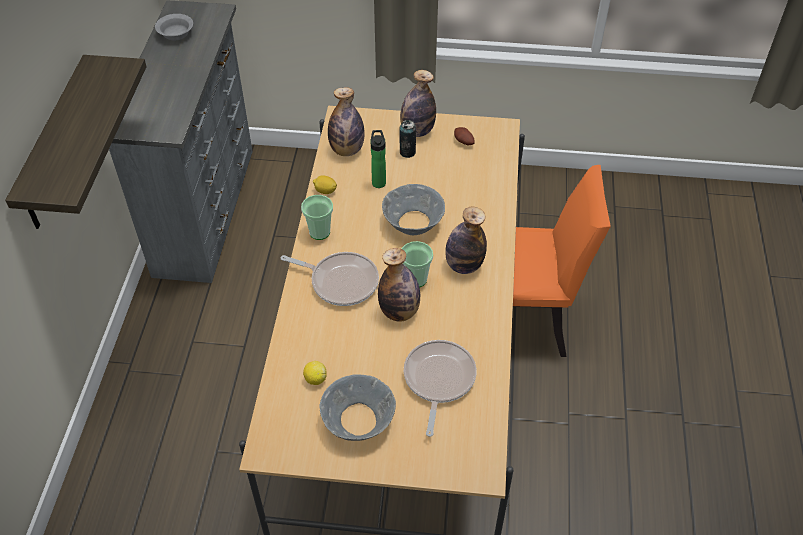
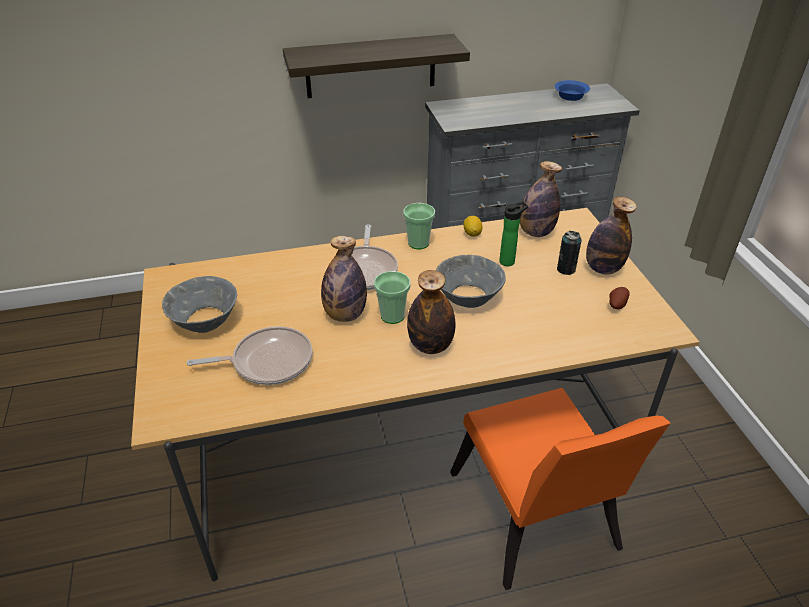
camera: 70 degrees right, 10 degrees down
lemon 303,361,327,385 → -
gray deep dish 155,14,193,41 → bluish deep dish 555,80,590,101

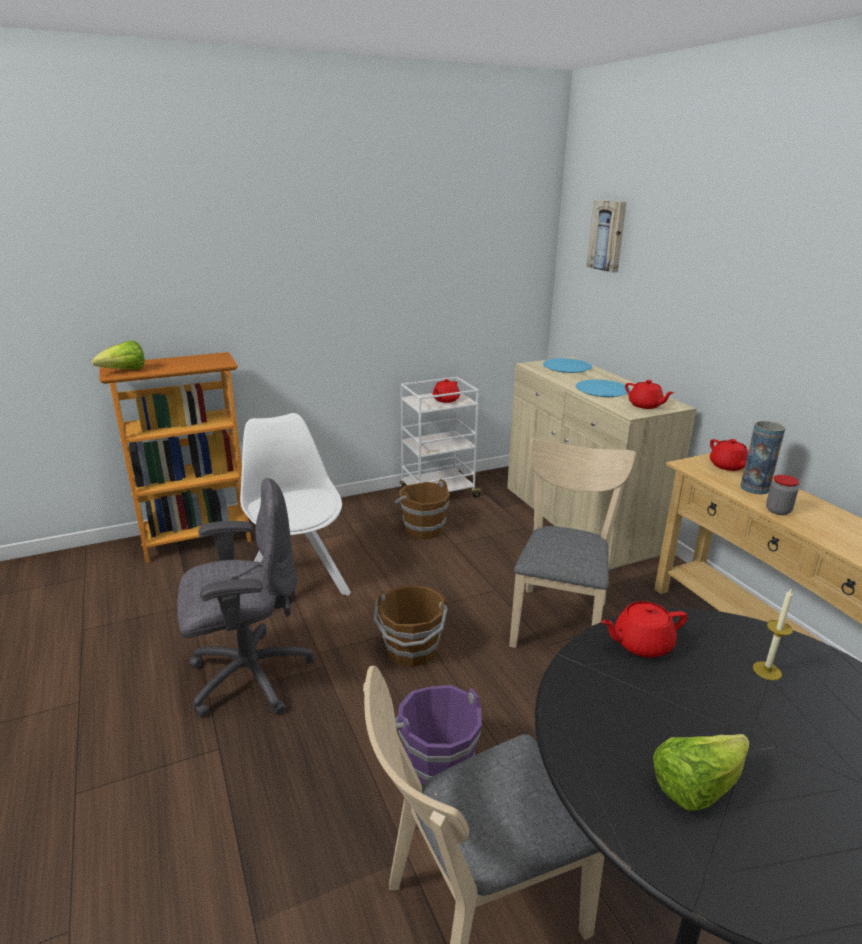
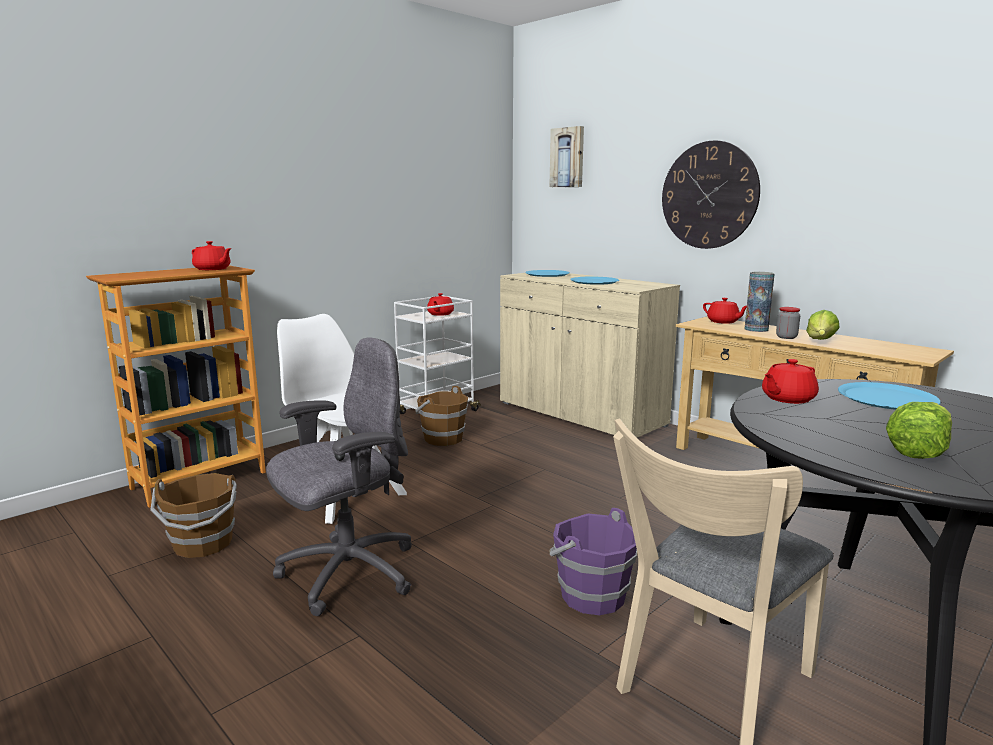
camera: 20 degrees left, 10 degrees down
beige upright chair 509,438,636,648 → -
- → hanging clock 662,140,760,249
lettuce head 92,341,145,370 → lettuce head 806,310,840,340, relocated
brown pail 373,586,448,667 → brown pail 150,473,237,558, relocated
red-coloured pot for tea 625,380,674,409 → red-coloured pot for tea 192,241,232,270, relocated
candle 753,589,793,680 → bluish plate 838,382,941,410

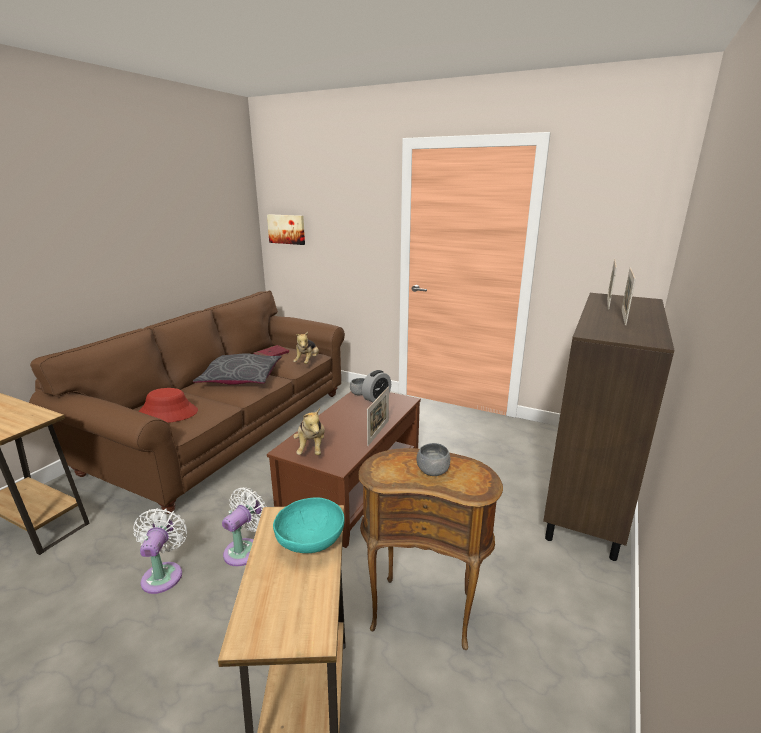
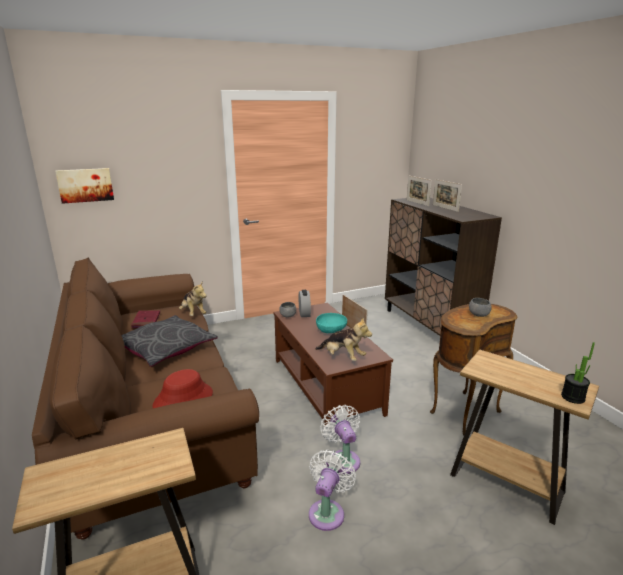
camera: 50 degrees left, 0 degrees up
- → potted plant 561,342,595,404
turquoise-coloured deep dish 273,497,345,553 → turquoise-coloured deep dish 316,313,347,333, relocated
white-coloured electric fan 133,508,187,594 → white-coloured electric fan 309,450,356,531, 75 degrees clockwise

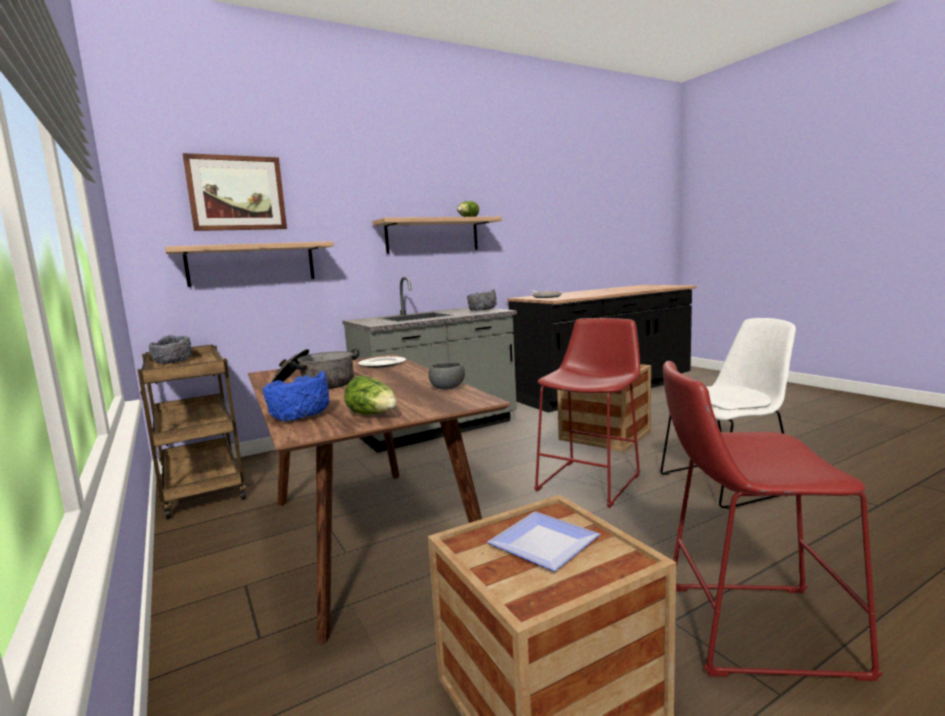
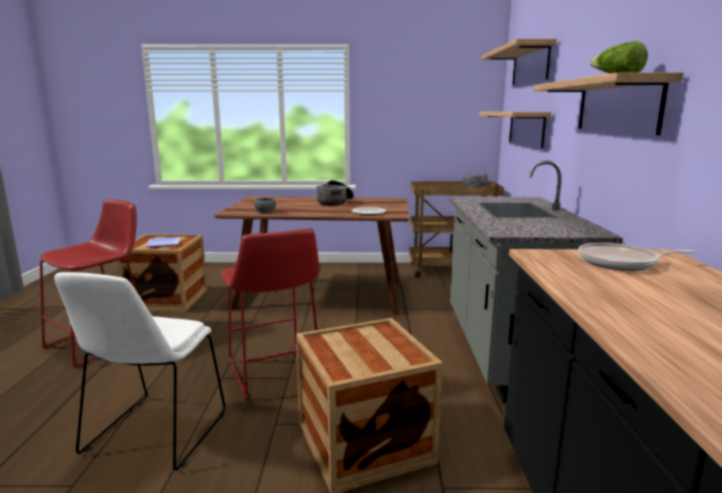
camera: 120 degrees right, 5 degrees up
bluish deep dish 263,371,330,422 → -
lettuce head 344,375,397,415 → -
gray deep dish 467,289,497,311 → -
picture 183,153,287,231 → wall shelf 482,39,557,85

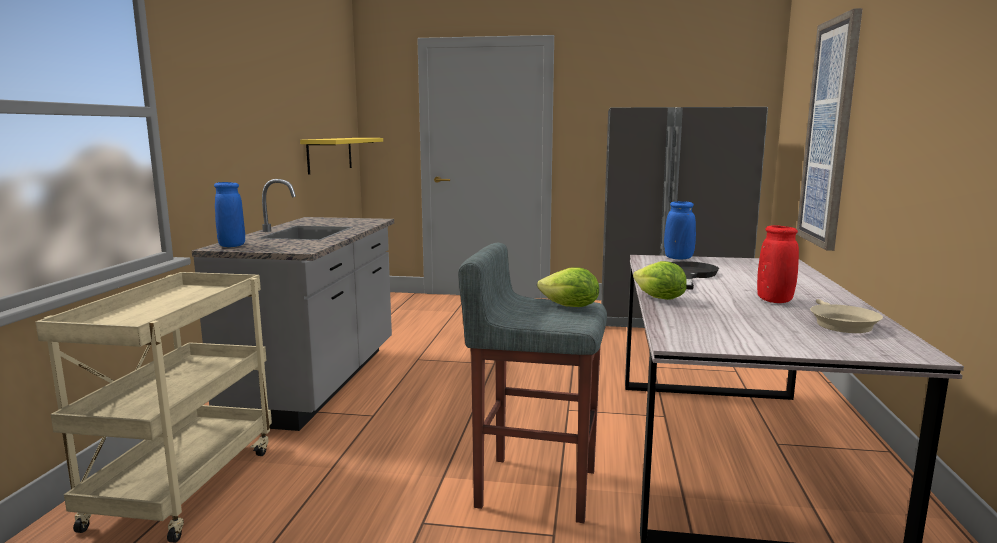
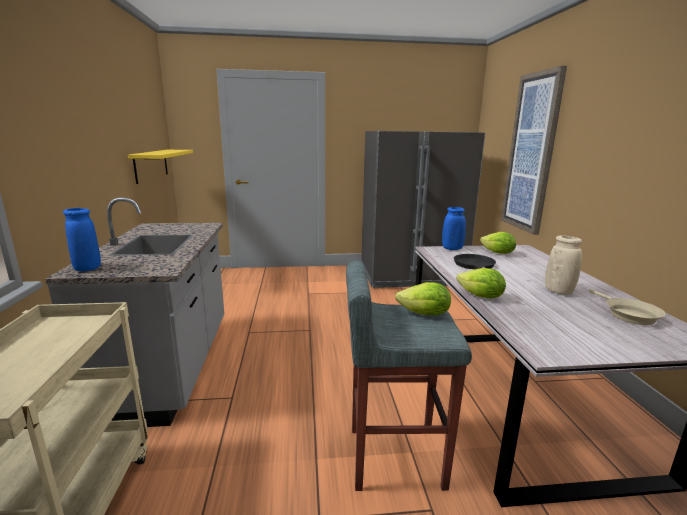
camera: 15 degrees left, 5 degrees up
- → lettuce head 480,232,516,254
red-coloured flower vase 757,225,799,303 → beige flower vase 545,235,582,295

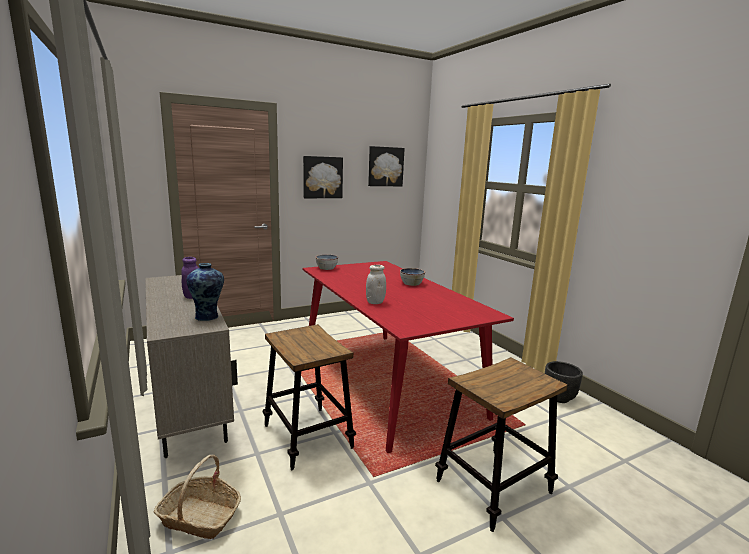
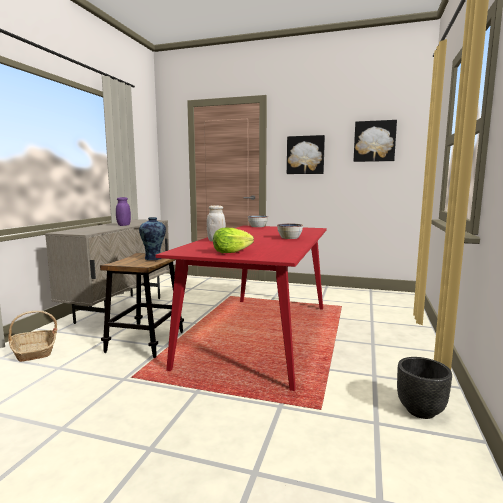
camera: 45 degrees right, 5 degrees down
stool 435,357,568,532 → -
- → lettuce head 213,228,254,253
flower vase 186,263,224,321 → flower vase 139,217,166,260, relocated

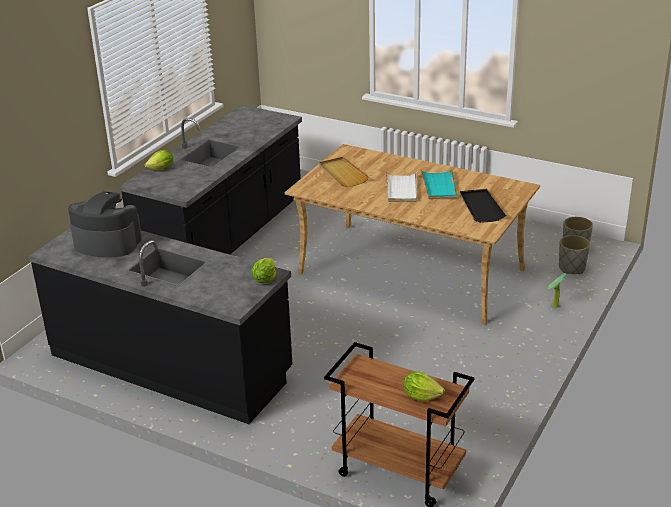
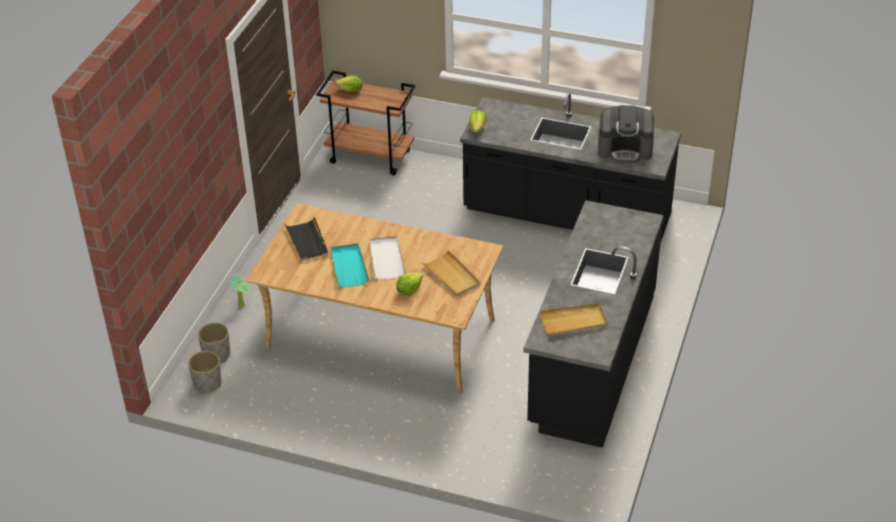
camera: 170 degrees right, 10 degrees up
- → beige tray 540,303,608,335
lettuce head 144,150,173,170 → lettuce head 396,273,423,295, relocated

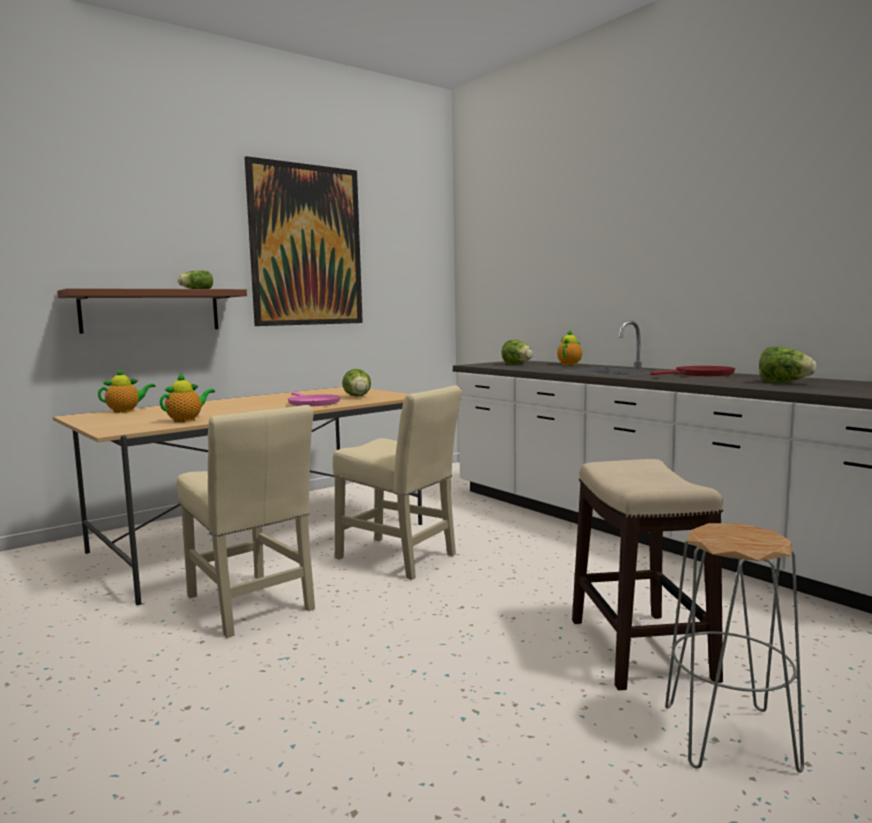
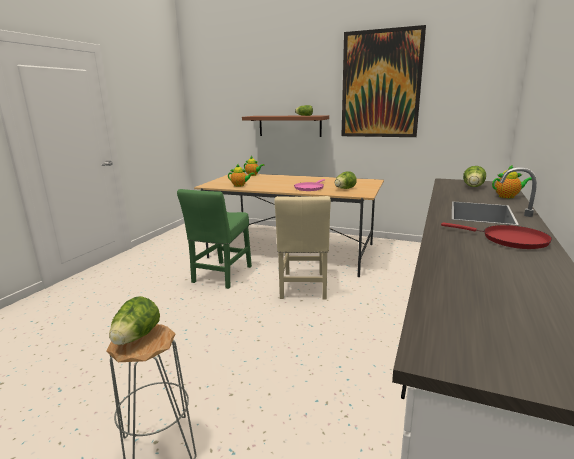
camera: 60 degrees right, 10 degrees up
stool 572,459,723,690 → -
lettuce head 759,347,816,383 → lettuce head 109,297,160,345, relocated
beige upright chair 177,405,315,638 → greenish upright chair 177,189,252,289

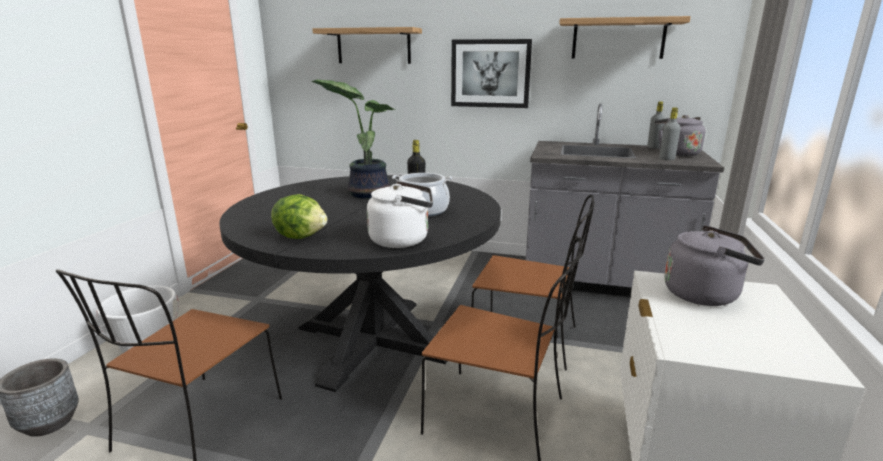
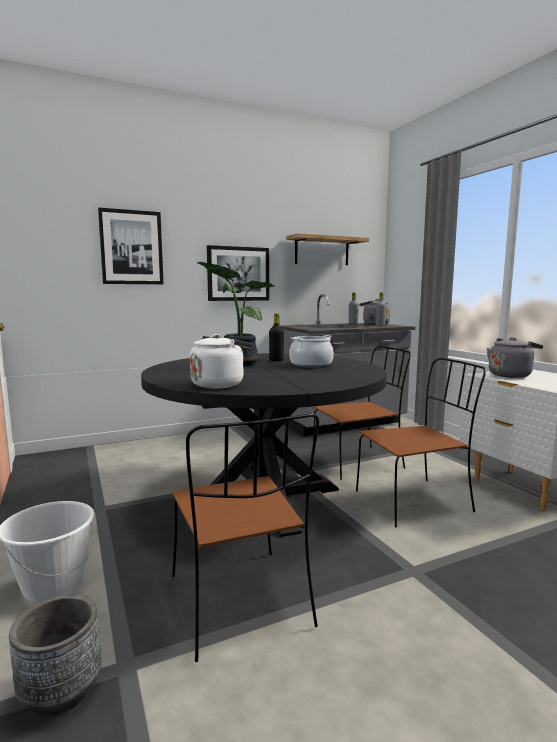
camera: 40 degrees left, 10 degrees down
lettuce head 271,194,327,239 → -
white-coloured water kettle 367,181,433,248 → white-coloured water kettle 190,334,254,389, relocated
wall shelf 312,27,422,64 → picture 98,207,164,284

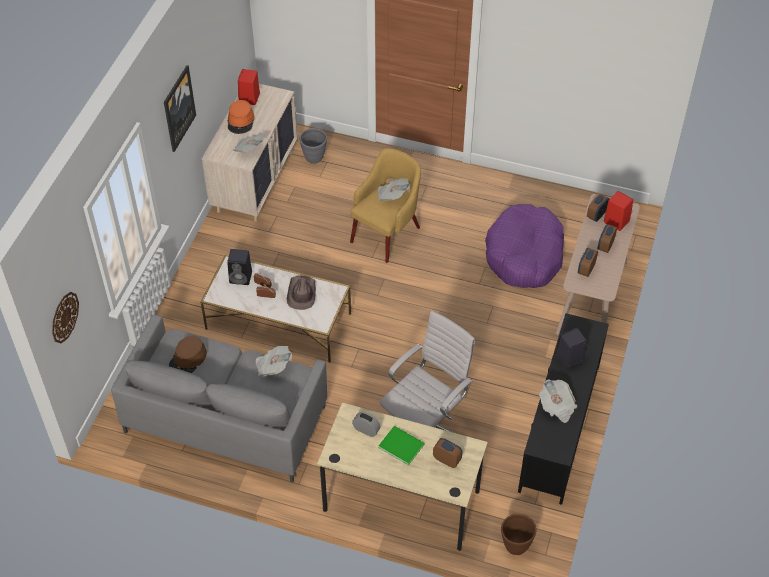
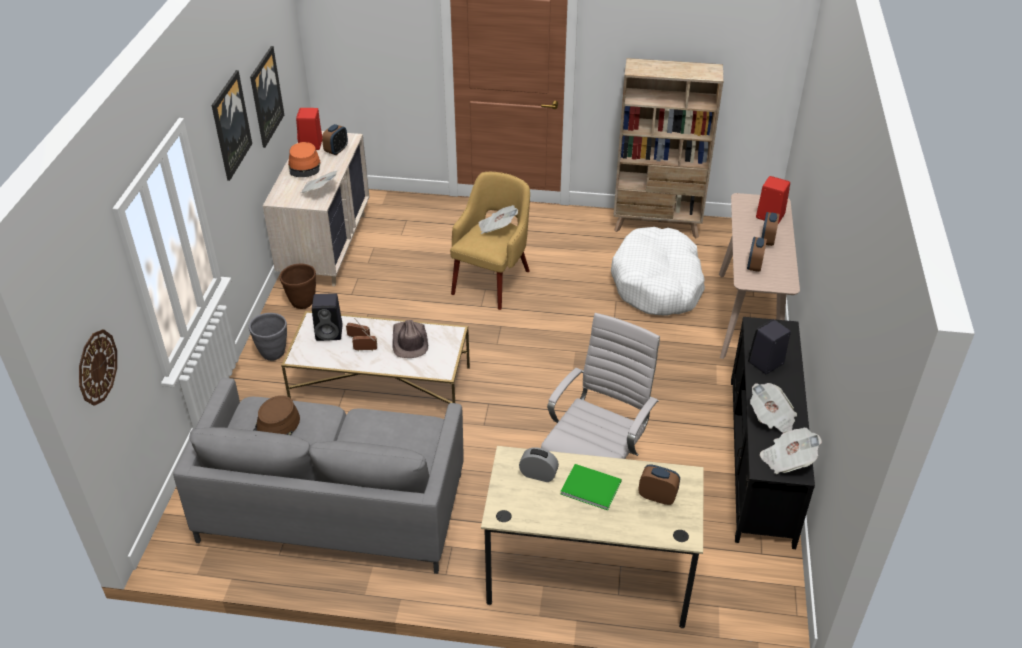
camera: 10 degrees left, 10 degrees down
- → picture 250,46,284,148
- → beige shelving unit 613,58,723,238
daily paper 256,346,292,376 → daily paper 760,428,822,474, relocated
gray plant pot 300,128,327,164 → gray plant pot 249,313,287,361, relocated
brown plant pot 501,514,537,555 → brown plant pot 280,264,316,309, relocated
alarm clock 587,194,609,222 → alarm clock 322,124,348,155, relocated
purple-coloured dog bed 485,204,564,288 → white-coloured dog bed 611,227,705,316

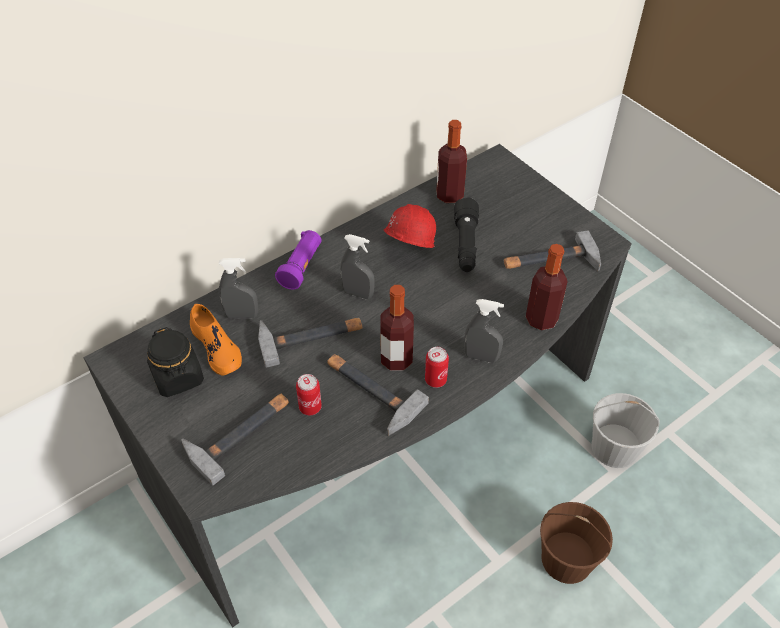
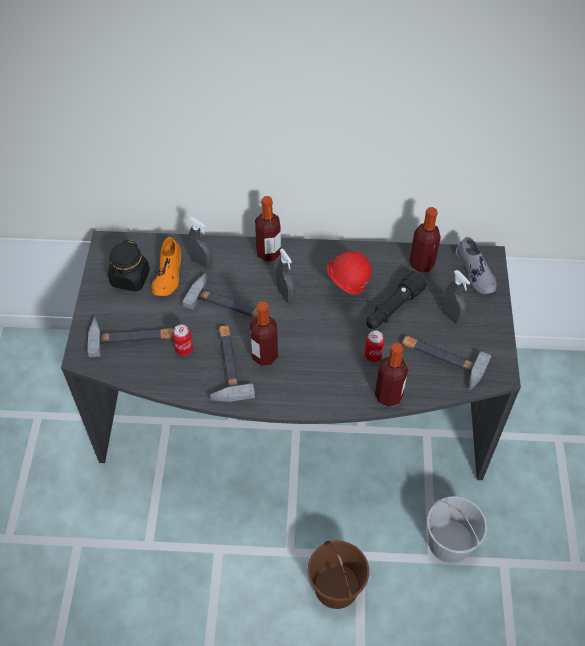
camera: 40 degrees right, 5 degrees up
- → gray low shoe 455,237,497,294
metal can 425,347,449,388 → metal can 365,331,384,362, relocated
gray sprayer 464,299,504,363 → gray sprayer 442,270,470,325, relocated
purple-coloured hand torch 275,230,322,290 → drink bottle 255,196,281,262

